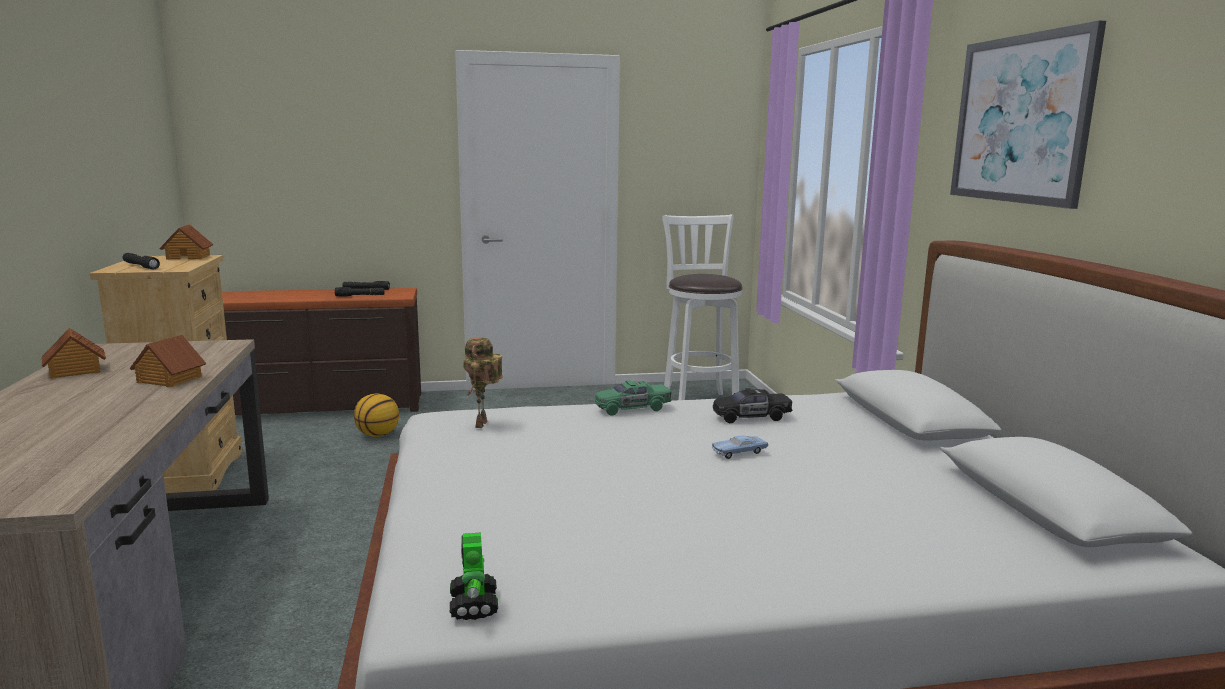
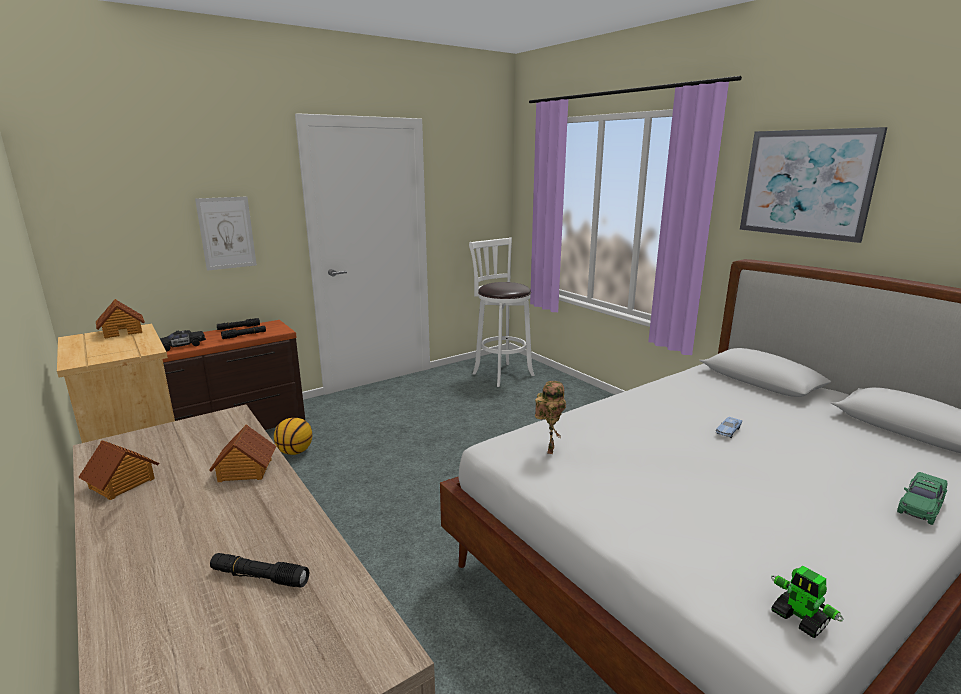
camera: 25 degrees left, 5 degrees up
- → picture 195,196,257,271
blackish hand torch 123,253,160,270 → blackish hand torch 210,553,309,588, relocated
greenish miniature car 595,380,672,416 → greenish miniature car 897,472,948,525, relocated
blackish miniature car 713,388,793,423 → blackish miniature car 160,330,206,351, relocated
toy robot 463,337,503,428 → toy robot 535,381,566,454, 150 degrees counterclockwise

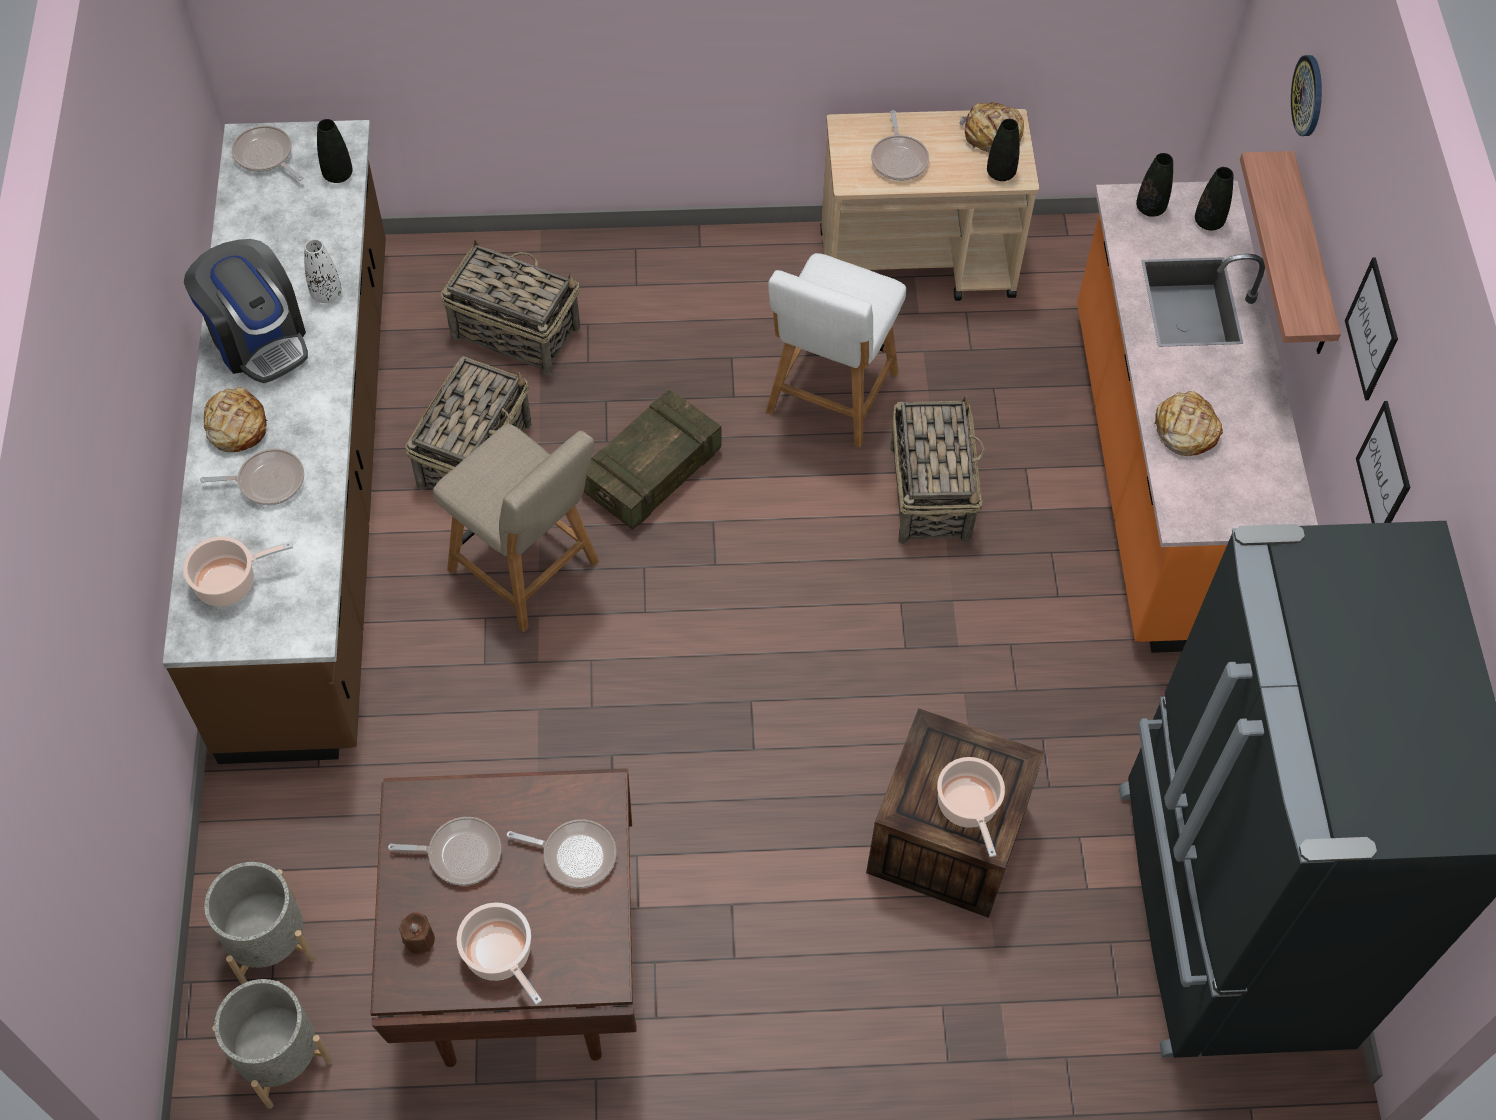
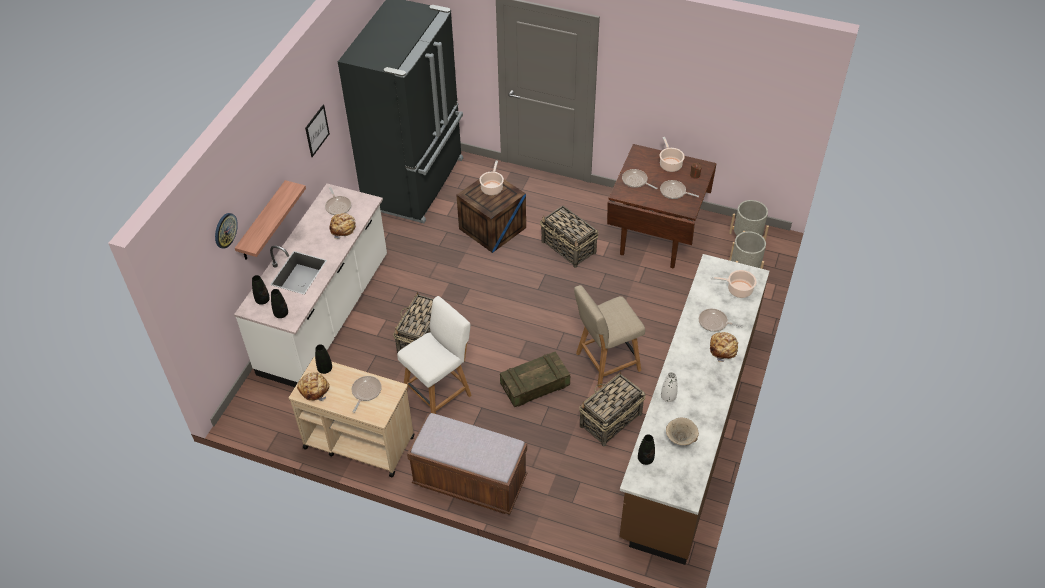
camera: 155 degrees left, 10 degrees down
coffee machine 184,239,308,383 → -
picture 1345,257,1398,400 → -
- → brown bench 407,413,528,515
- → beige deep dish 666,418,699,445
skillet 232,125,303,181 → skillet 325,187,351,215, relocated
household basket 441,239,580,375 → household basket 540,206,598,268, relocated
orangey kitchen base unit 1077,181,1318,653 → white-coloured kitchen base unit 234,184,387,387
beige upright chair 433,424,599,632 → beige upright chair 574,285,645,388, 90 degrees counterclockwise

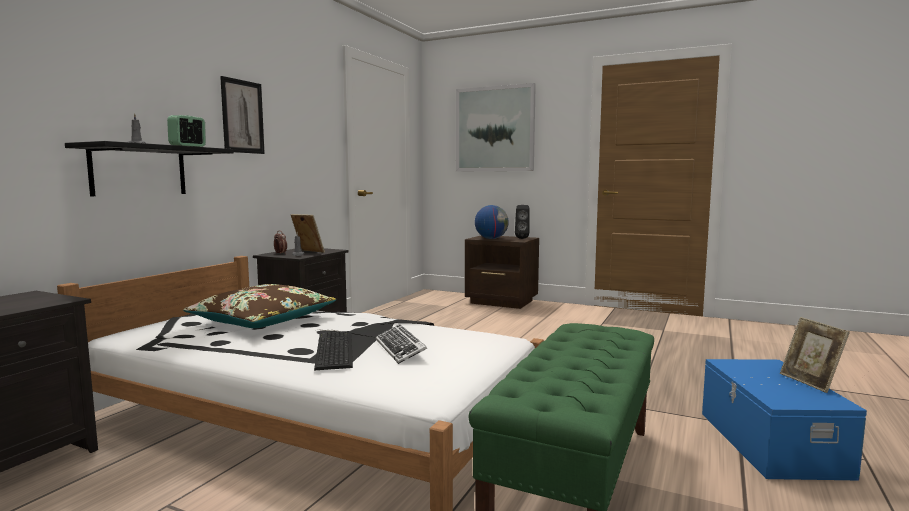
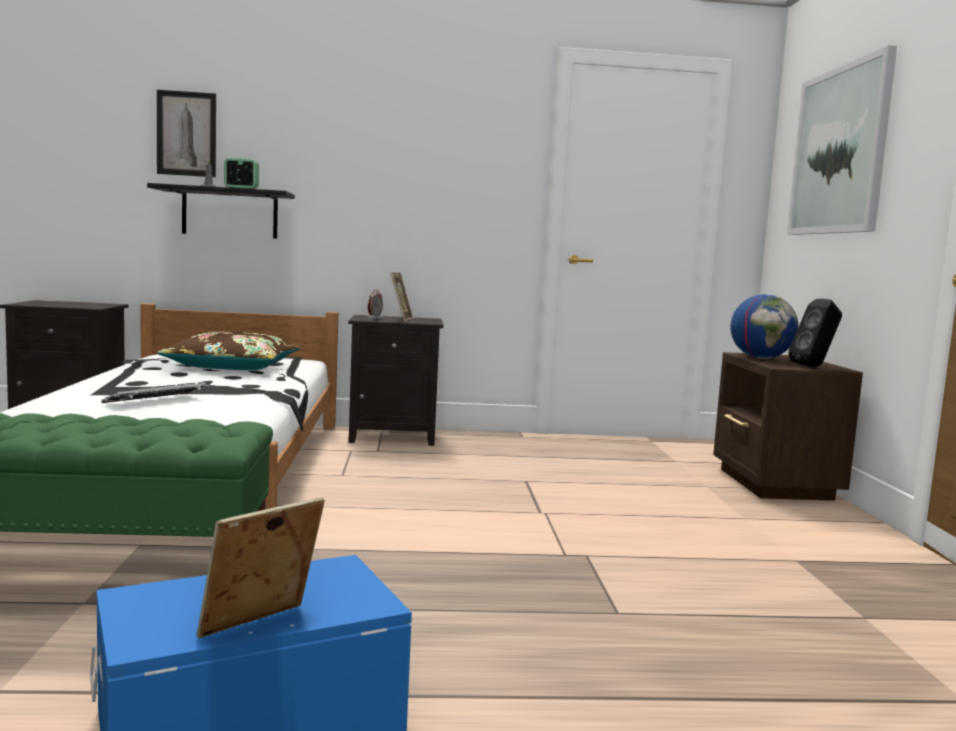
camera: 60 degrees right, 0 degrees up
PC keyboard 314,331,353,370 → -
picture 220,76,265,154 → picture 157,90,216,177, relocated

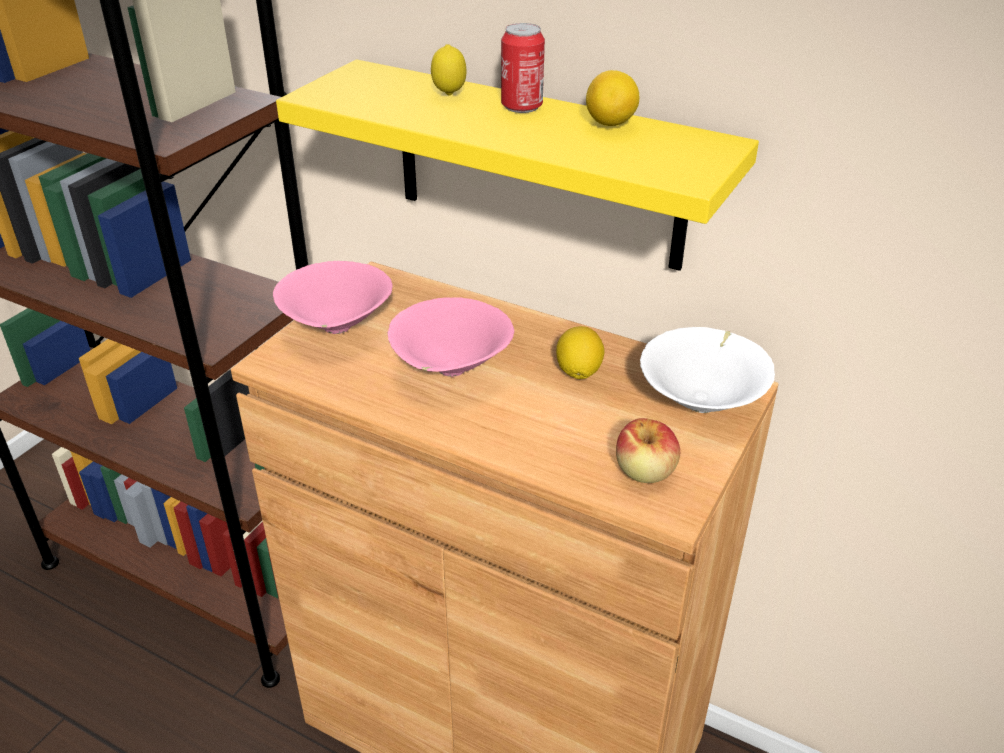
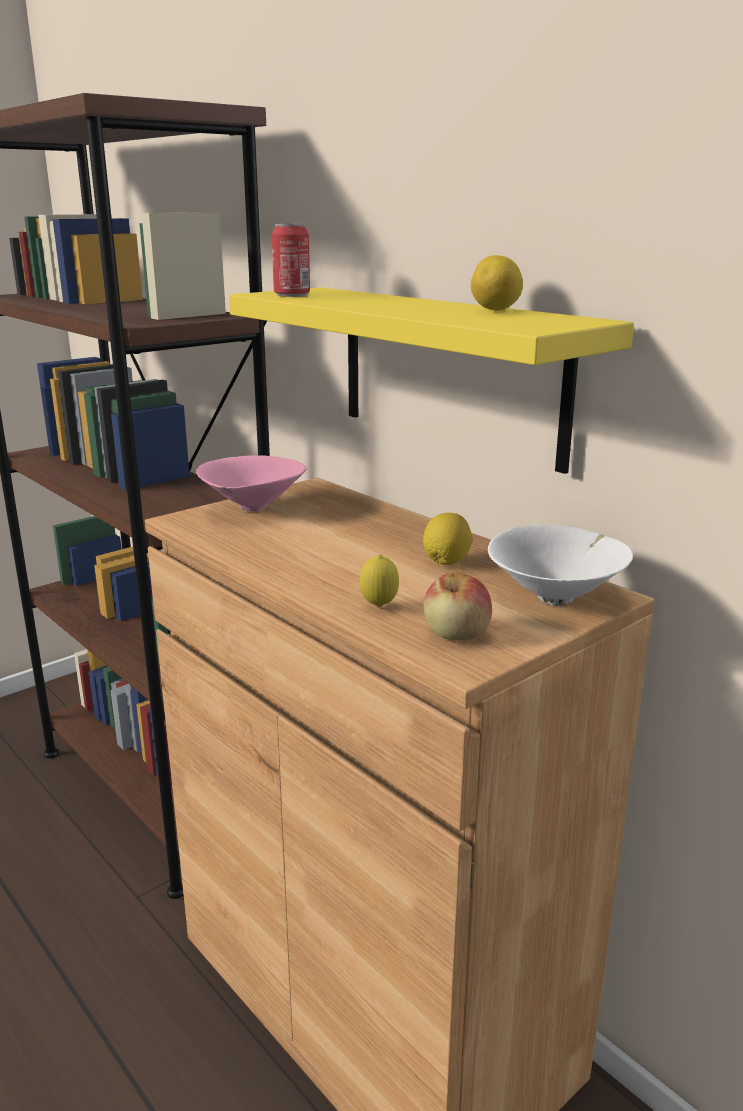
camera: 20 degrees right, 15 degrees down
pink deep dish 387,297,514,377 → -
lemon 431,44,466,96 → lemon 360,555,399,608, relocated
metal can 501,23,545,113 → metal can 272,223,310,297, relocated

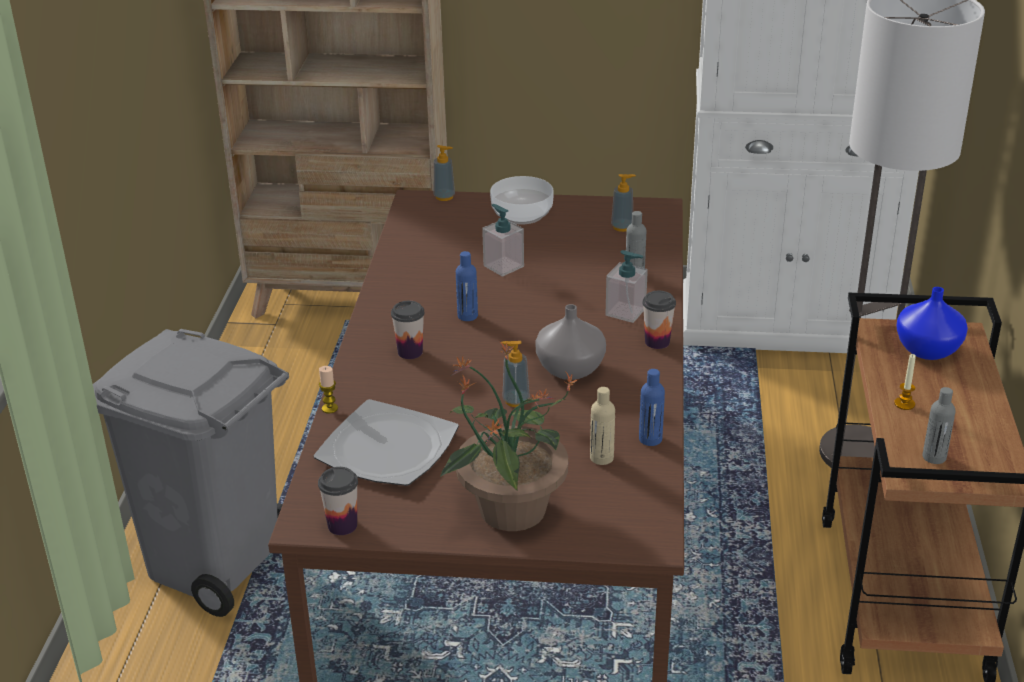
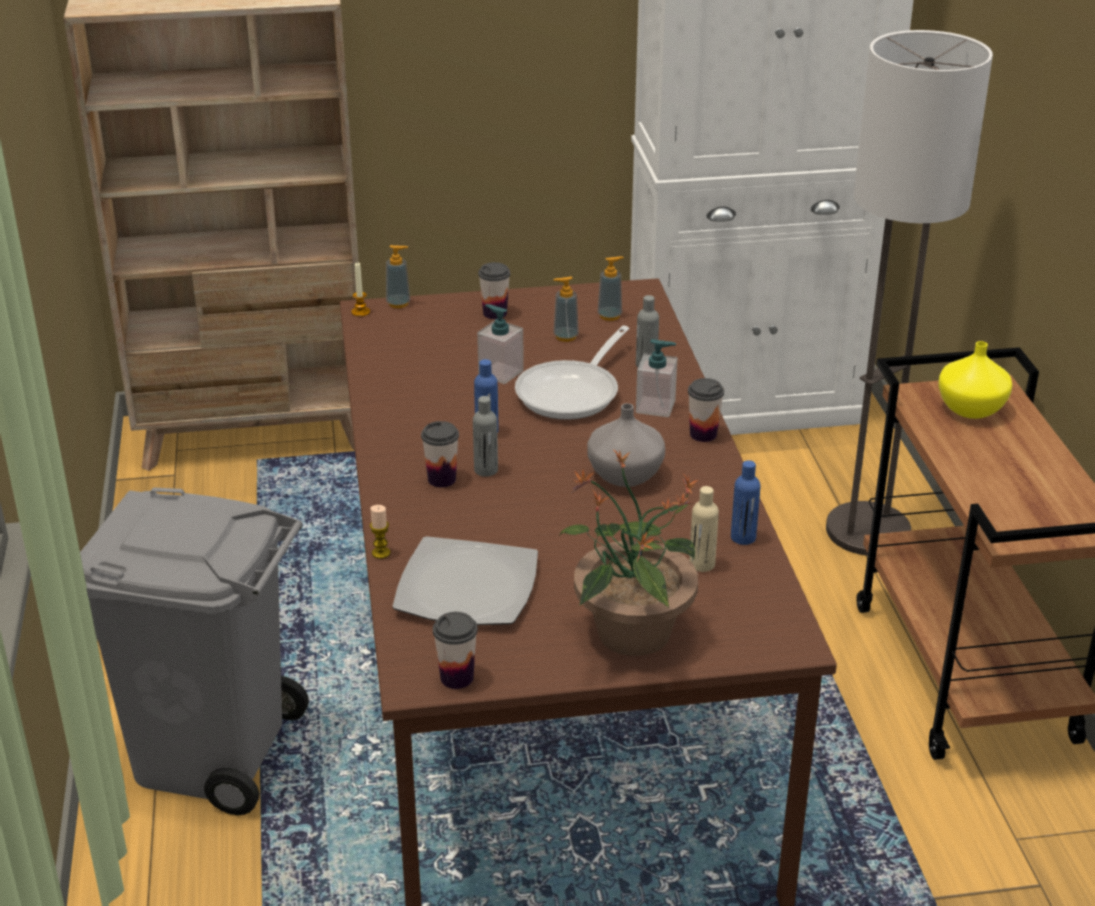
camera: 15 degrees left, 0 degrees up
- → skillet 515,326,630,420
soap dispenser 501,341,530,407 → soap dispenser 553,276,579,342, relocated
candle 894,354,916,410 → candle 351,262,370,317, relocated
gray drink bottle 923,387,956,464 → gray drink bottle 473,396,498,477, relocated
deep dish 490,176,554,225 → drinking cup 478,262,510,319
bluish flower vase 896,287,968,360 → yellowish flower vase 938,341,1012,419

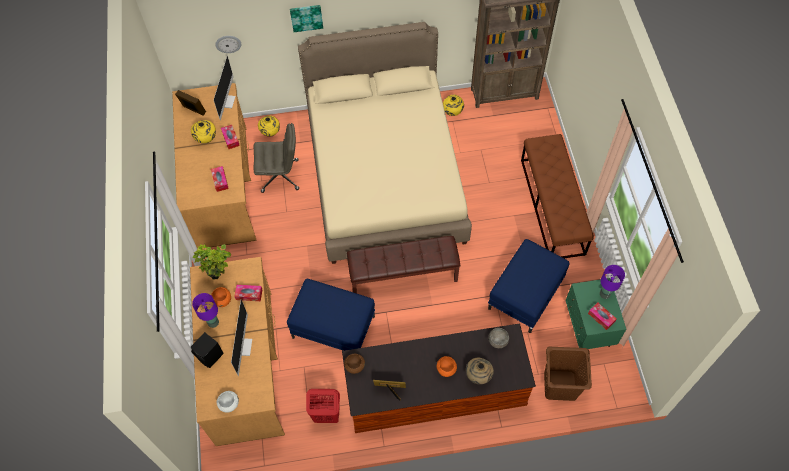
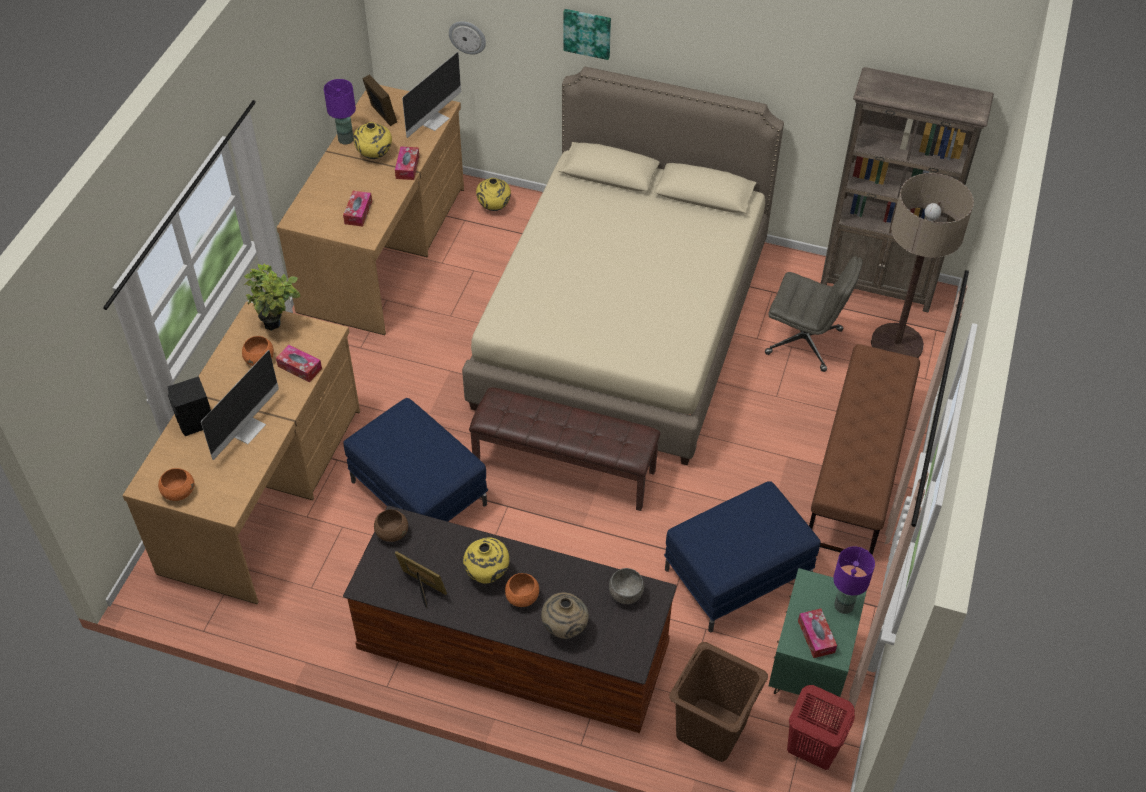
camera: 25 degrees right, 10 degrees down
- → floor lamp 871,173,974,358
purple-coloured lamp for a table 192,293,219,328 → purple-coloured lamp for a table 324,79,356,145, relocated
gray desk chair 254,123,299,193 → gray desk chair 765,256,863,372, relocated
red-coloured laundry basket 306,389,340,423 → red-coloured laundry basket 787,685,855,770, relocated
yellowish flower vase 443,95,464,116 → yellowish flower vase 463,537,509,583, relocated
white-coloured deep dish 217,391,239,413 → orangey deep dish 158,468,194,501

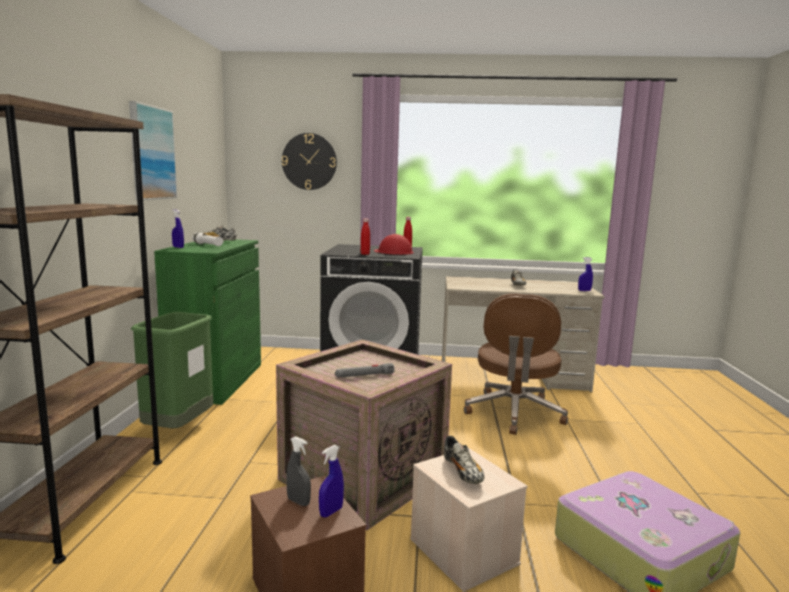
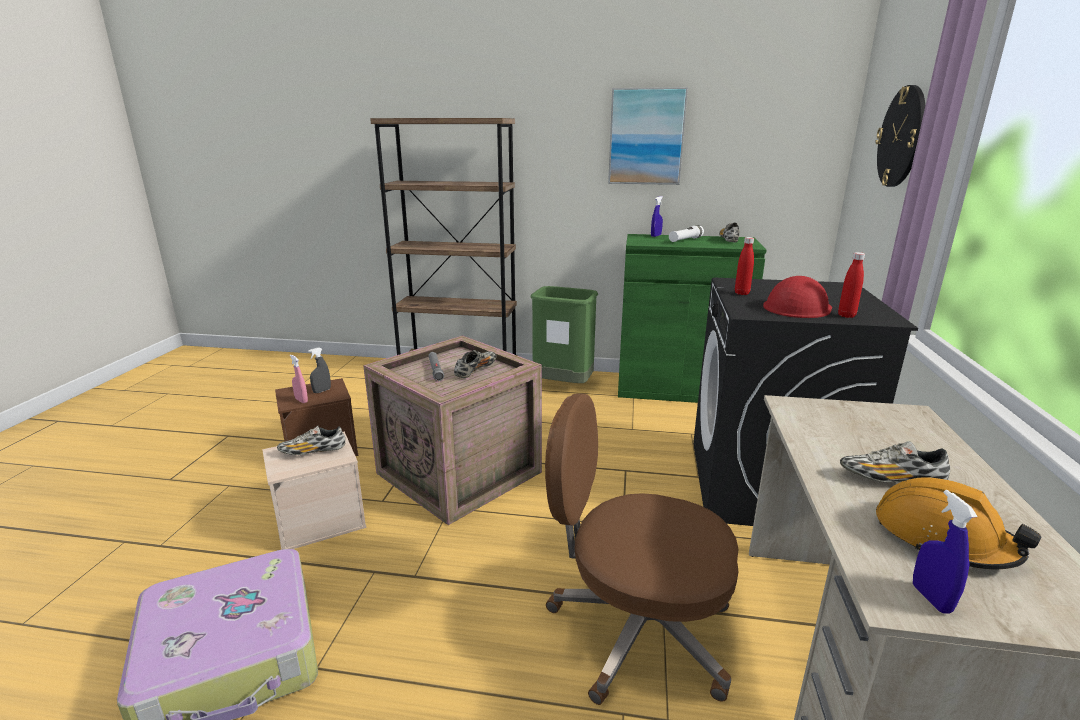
camera: 95 degrees right, 10 degrees up
- → low shoe 454,350,497,378
- → orangey work helmet 876,477,1041,569
bluish sprayer 319,445,344,517 → pink sprayer 290,355,308,403

